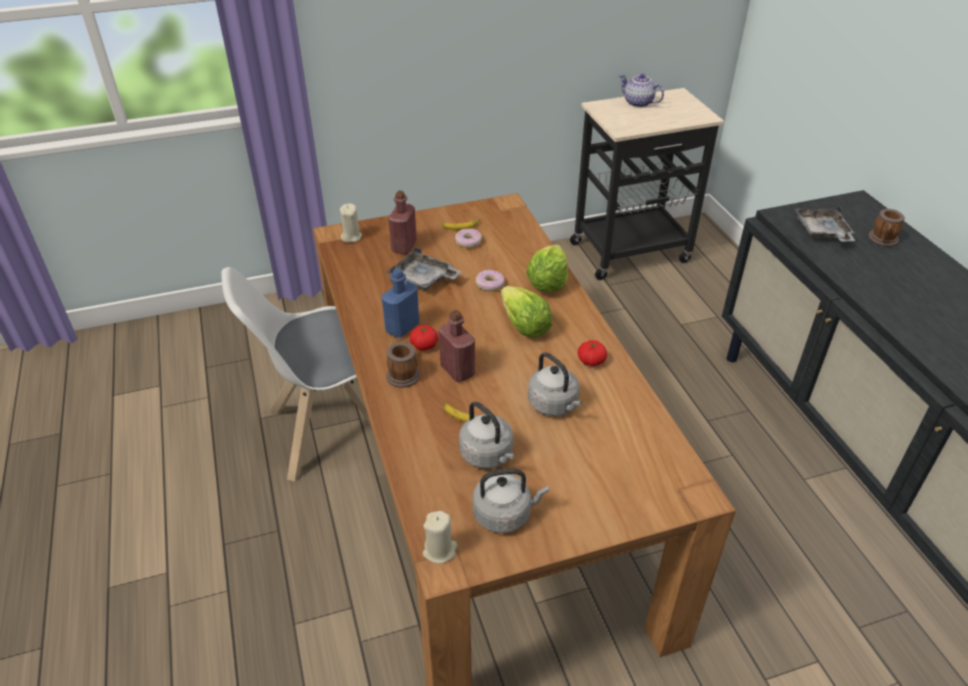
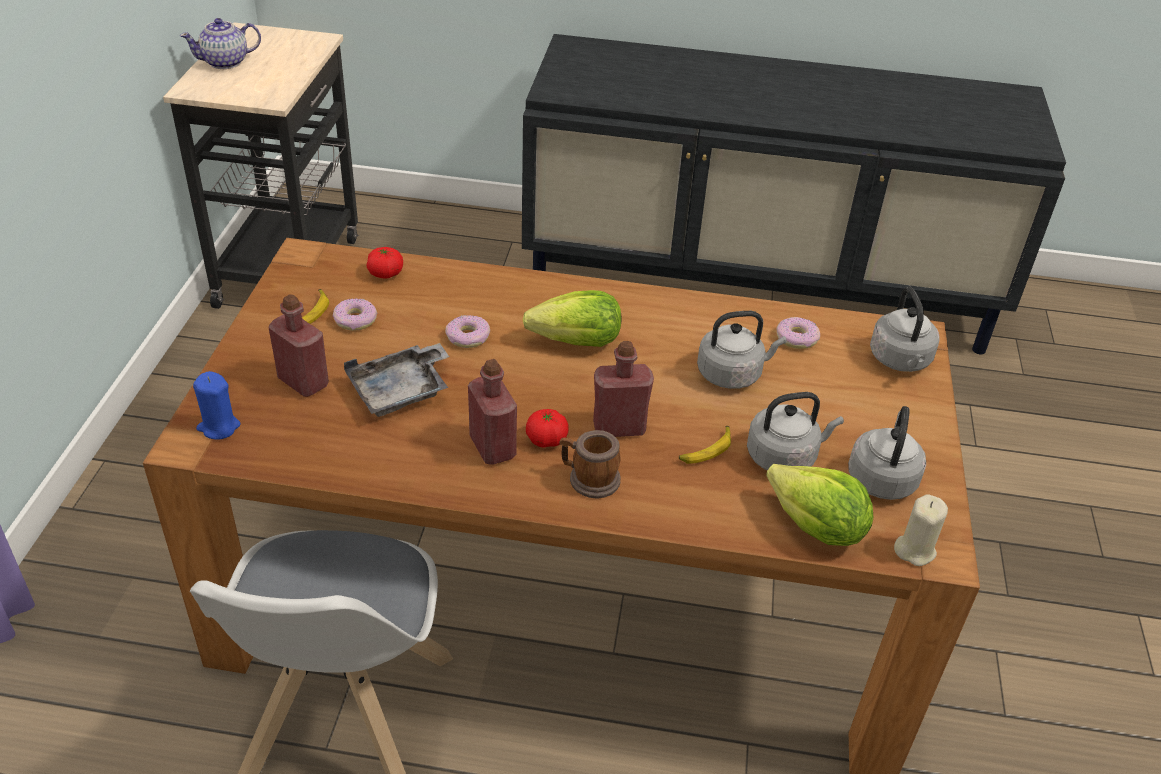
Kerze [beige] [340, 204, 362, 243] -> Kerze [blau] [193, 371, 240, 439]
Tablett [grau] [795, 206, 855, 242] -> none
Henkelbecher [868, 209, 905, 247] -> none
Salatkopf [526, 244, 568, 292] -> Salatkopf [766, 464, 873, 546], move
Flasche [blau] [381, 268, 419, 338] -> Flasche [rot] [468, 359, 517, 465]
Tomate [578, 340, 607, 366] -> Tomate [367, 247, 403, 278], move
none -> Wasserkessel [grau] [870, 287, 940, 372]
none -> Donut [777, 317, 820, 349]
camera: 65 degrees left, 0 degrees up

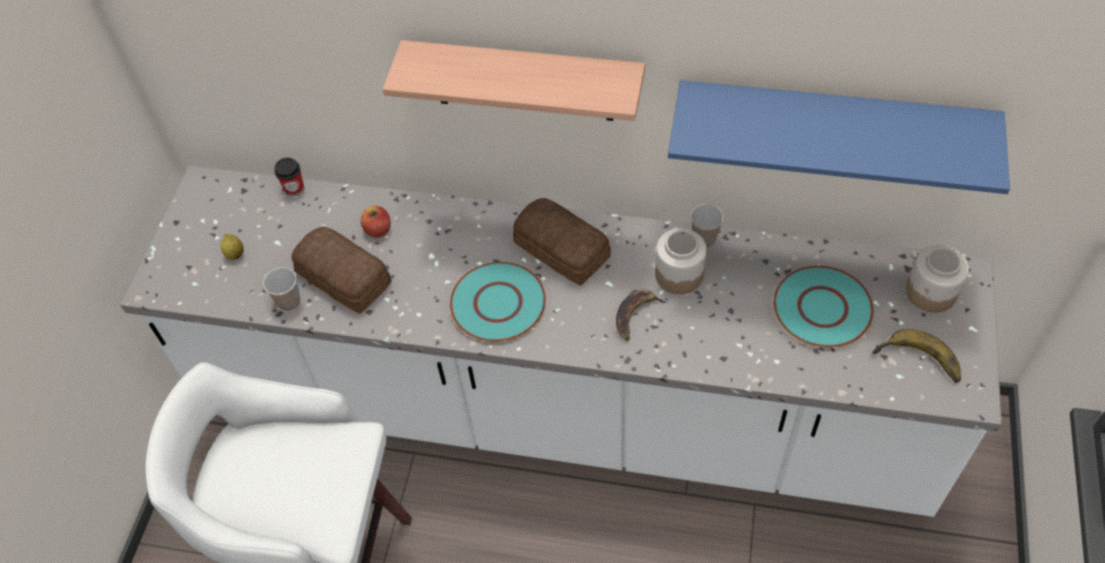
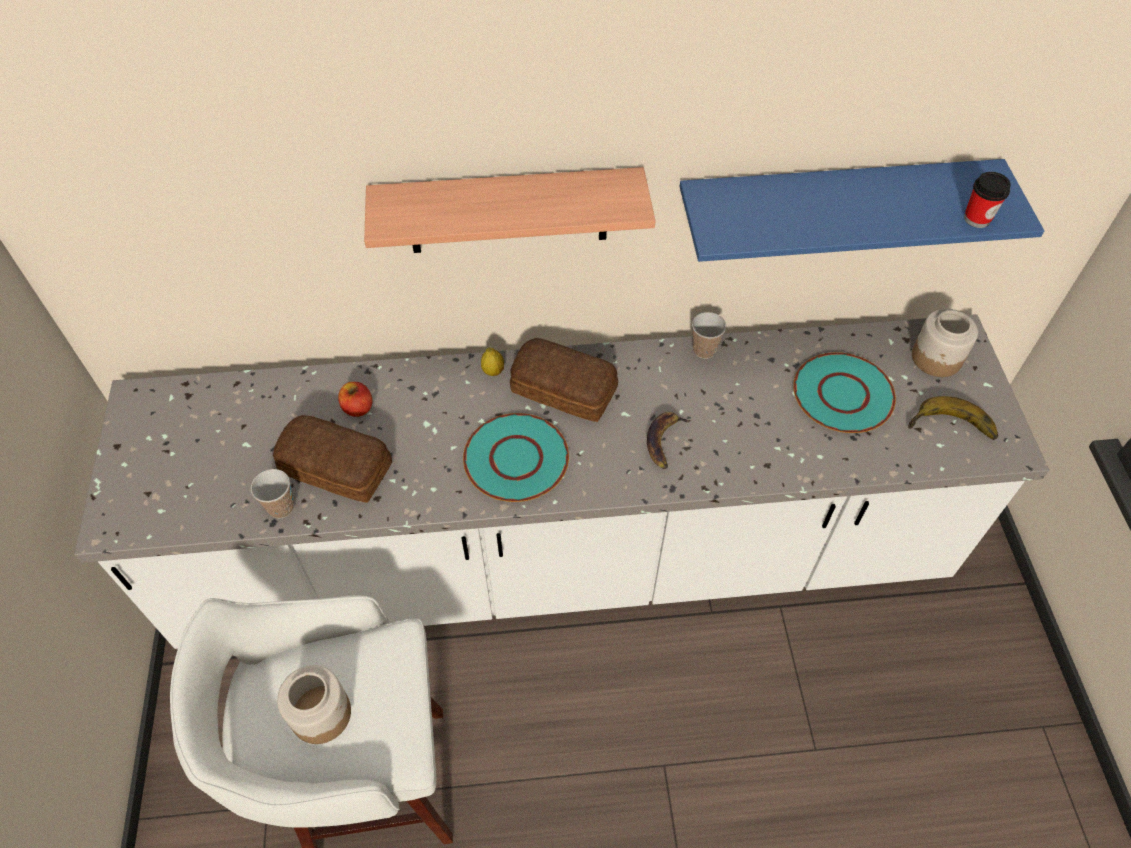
Tasse [274, 158, 304, 197] -> Tasse [964, 172, 1011, 228], move
Vorratsglas [655, 228, 707, 294] -> Vorratsglas [277, 665, 351, 744], move
Zitrone [221, 233, 244, 260] -> Zitrone [481, 347, 504, 376], move
camera: 20 degrees left, 0 degrees up

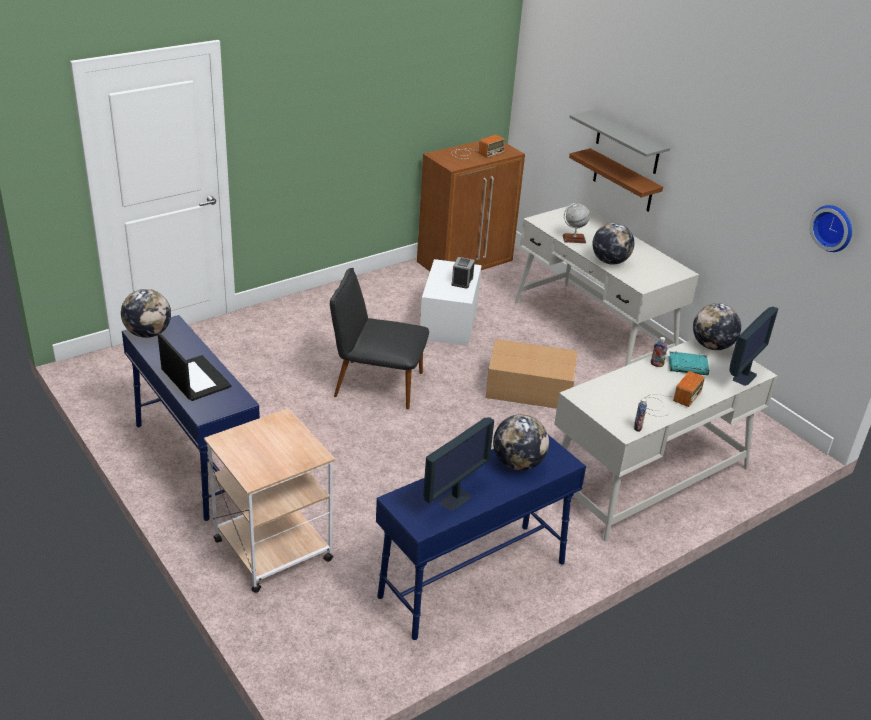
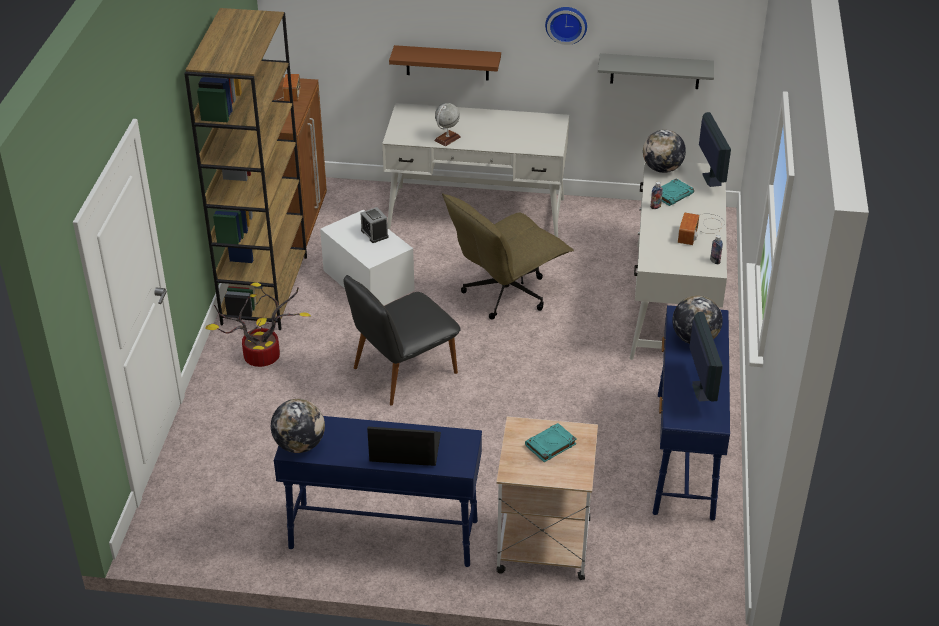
Wandregal [grau] [570, 110, 670, 174] -> Wandregal [grau] [598, 53, 714, 89], move
Wanduhr [810, 205, 852, 252] -> Wanduhr [545, 7, 587, 45], move
Globus [593, 223, 634, 265] -> none
Karton [486, 339, 577, 409] -> Bürostuhl [beige] [442, 193, 574, 319]
Radio [639, 371, 705, 417] -> Radio [678, 212, 725, 245], 150 degrees counterclockwise
none -> Bücherregal [braun] [184, 8, 307, 330]
none -> Topfpflanze [205, 282, 312, 367]
none -> Buch [türkis] [525, 423, 577, 462]
camera: 45 degrees left, 5 degrees up

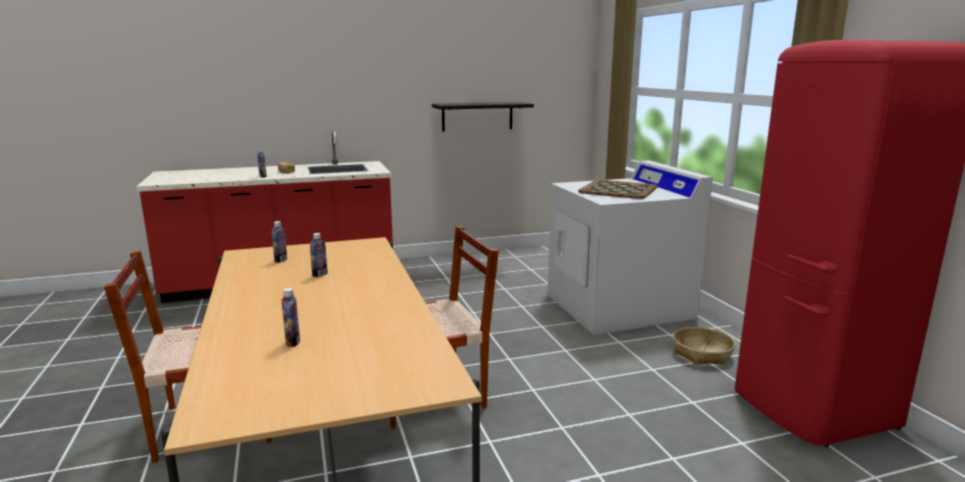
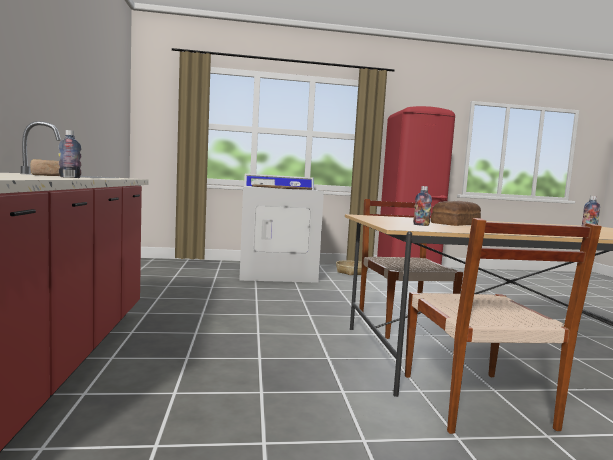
Wandregal [schwarz] [432, 102, 534, 132] -> none
Flasche [310, 233, 328, 277] -> Brot [431, 201, 481, 226]
camera: 80 degrees left, 10 degrees down

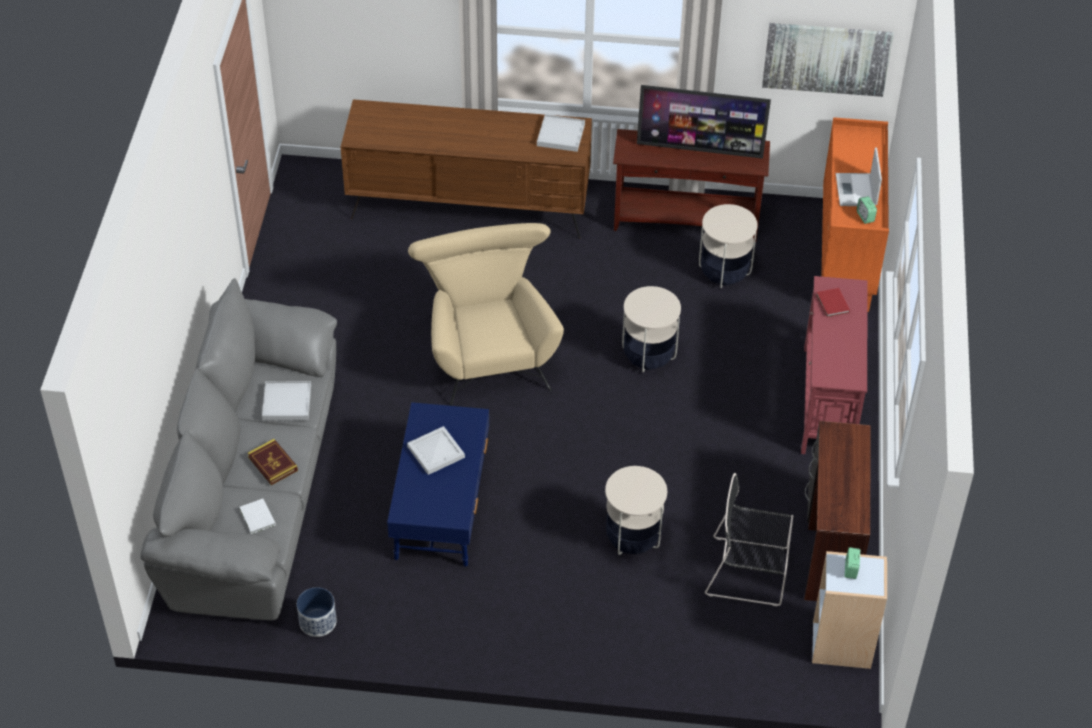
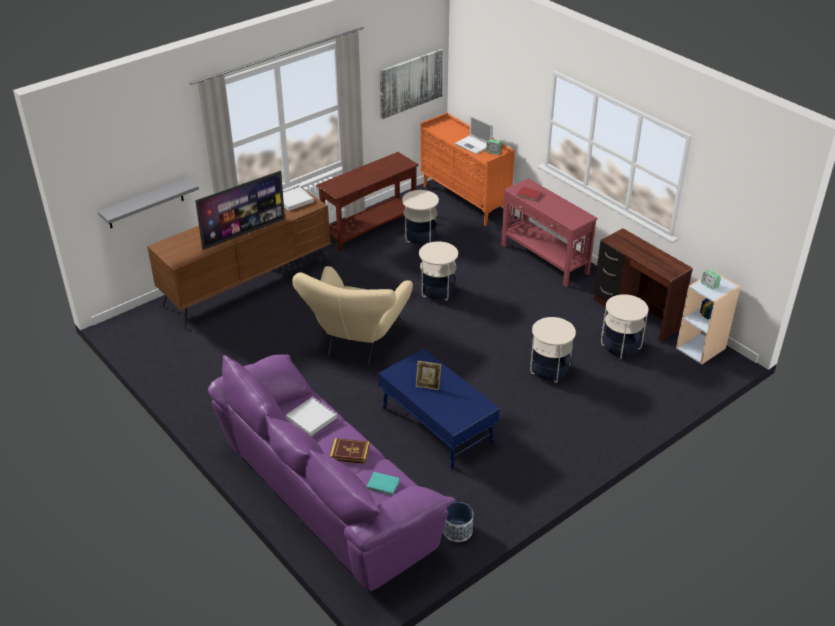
Fernseher [637, 85, 771, 159] -> Fernseher [195, 171, 285, 250], move
Sessel [beige] [408, 223, 564, 406] -> Sessel [beige] [293, 266, 413, 366], 105 degrees counterclockwise
Sofa [grau] [141, 278, 337, 620] -> Sofa [lila] [208, 355, 456, 591]
Tablett [weiß] [407, 426, 465, 475] -> Bilderrahmen [416, 361, 441, 390]
Stuhl [schwarz] [705, 473, 793, 606] -> Beistelltisch [beige] [601, 294, 649, 359]
Buch [weiß] [239, 499, 276, 534] -> Buch [türkis] [367, 472, 400, 496]
none -> Wandregal [grau] [98, 178, 199, 228]
camera: 45 degrees left, 10 degrees down

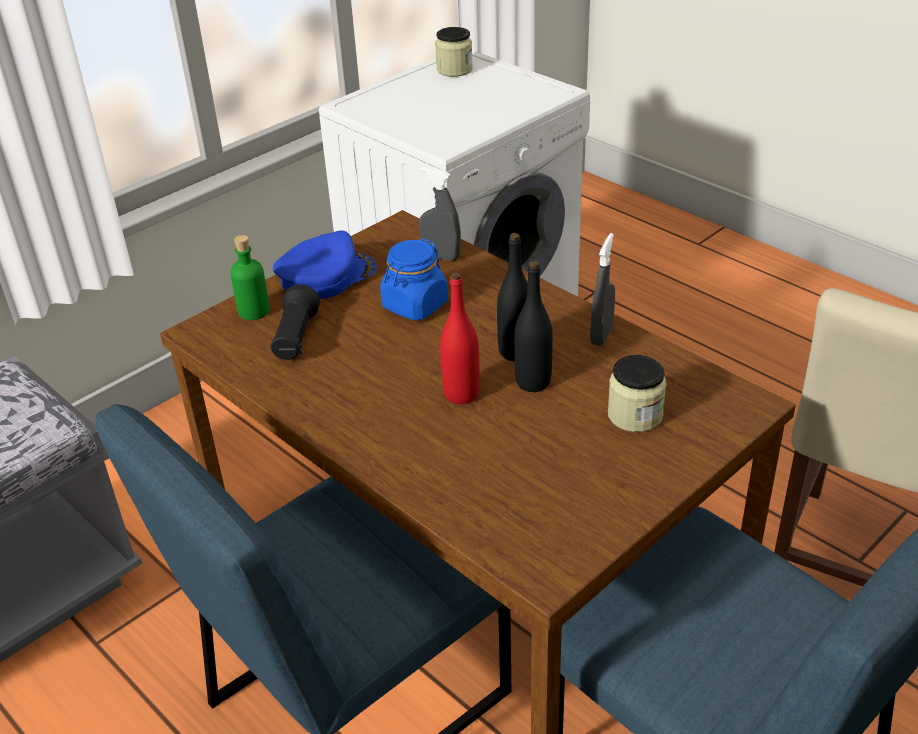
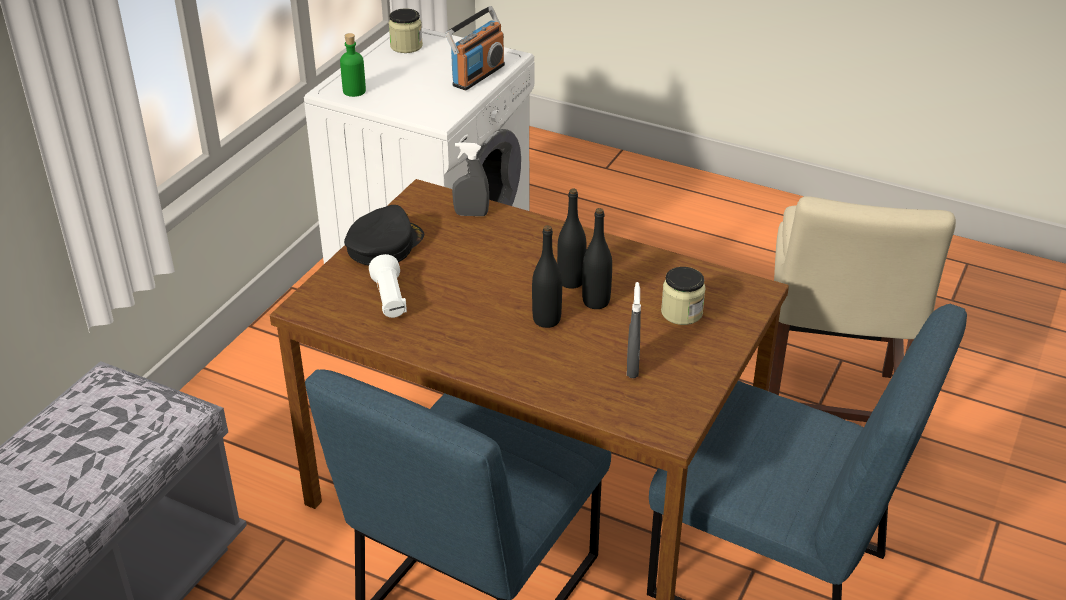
Kappe [blau] [273, 230, 377, 299] -> Kappe [schwarz] [344, 205, 424, 266]
Sprühflasche [grau] [590, 233, 615, 346] -> Sprühflasche [grau] [627, 282, 641, 378], move
Flasche [grün] [230, 235, 270, 320] -> Flasche [grün] [340, 33, 366, 97], move
Vorratsglas [blau] [380, 238, 448, 321] -> none
Flasche [rot] [440, 272, 480, 404] -> Flasche [schwarz] [532, 225, 562, 328]
Taschenlampe [schwarz] [271, 284, 320, 360] -> Taschenlampe [weiß] [369, 254, 407, 318]
none -> Radio [445, 6, 505, 90]
camera: 20 degrees left, 0 degrees up

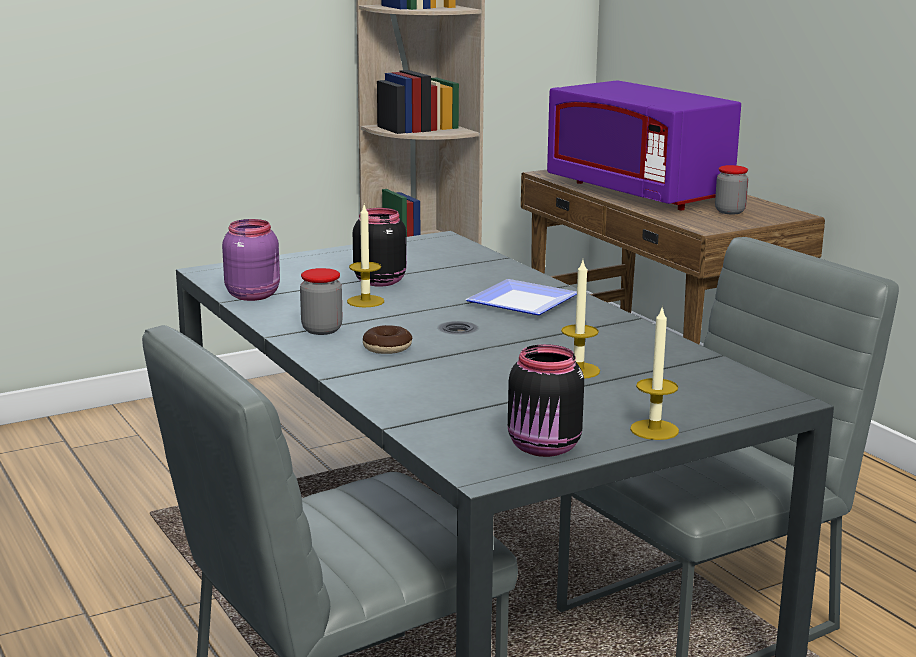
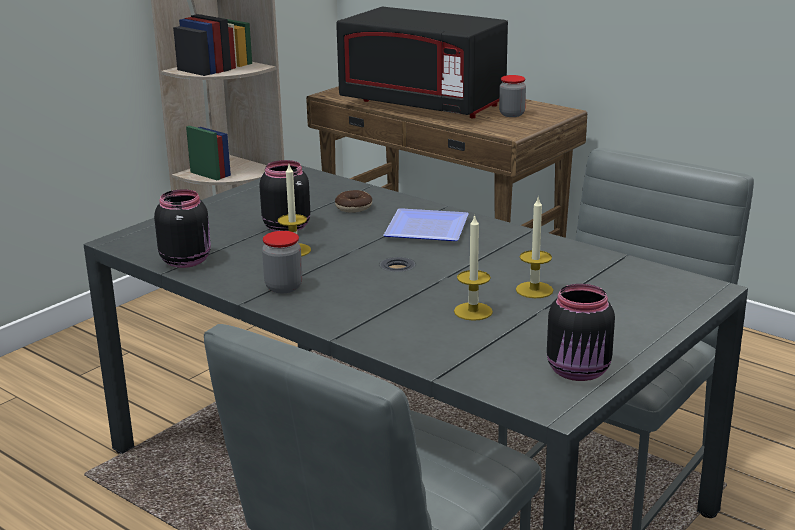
Mikrowelle [lila] [547, 80, 741, 210] -> Mikrowelle [schwarz] [336, 7, 508, 118]
Vorratsglas [lila] [222, 219, 280, 301] -> Vorratsglas [schwarz] [154, 189, 211, 268]
Kerze [630, 306, 679, 440] -> Kerze [454, 215, 493, 321], move
Donut [363, 325, 412, 354] -> Donut [335, 190, 372, 213], move
camera: 20 degrees left, 5 degrees up

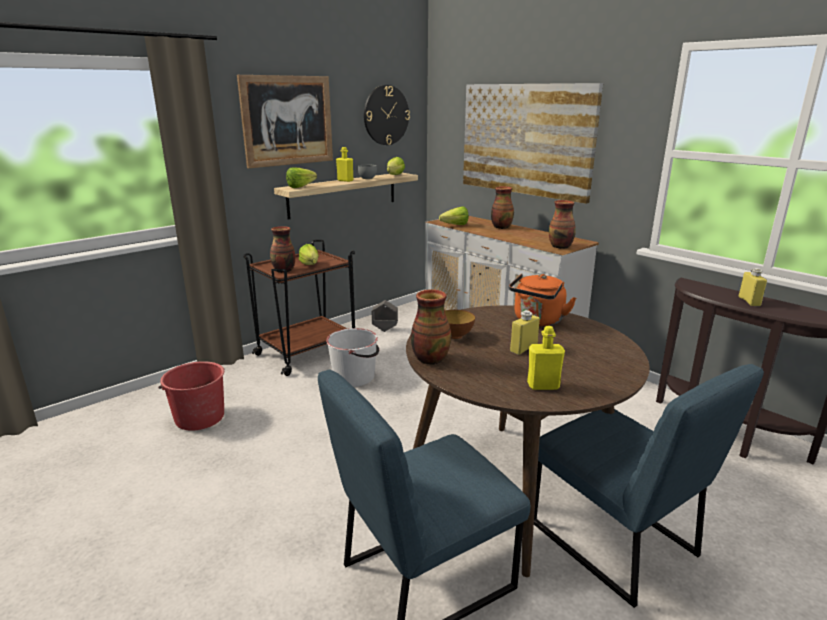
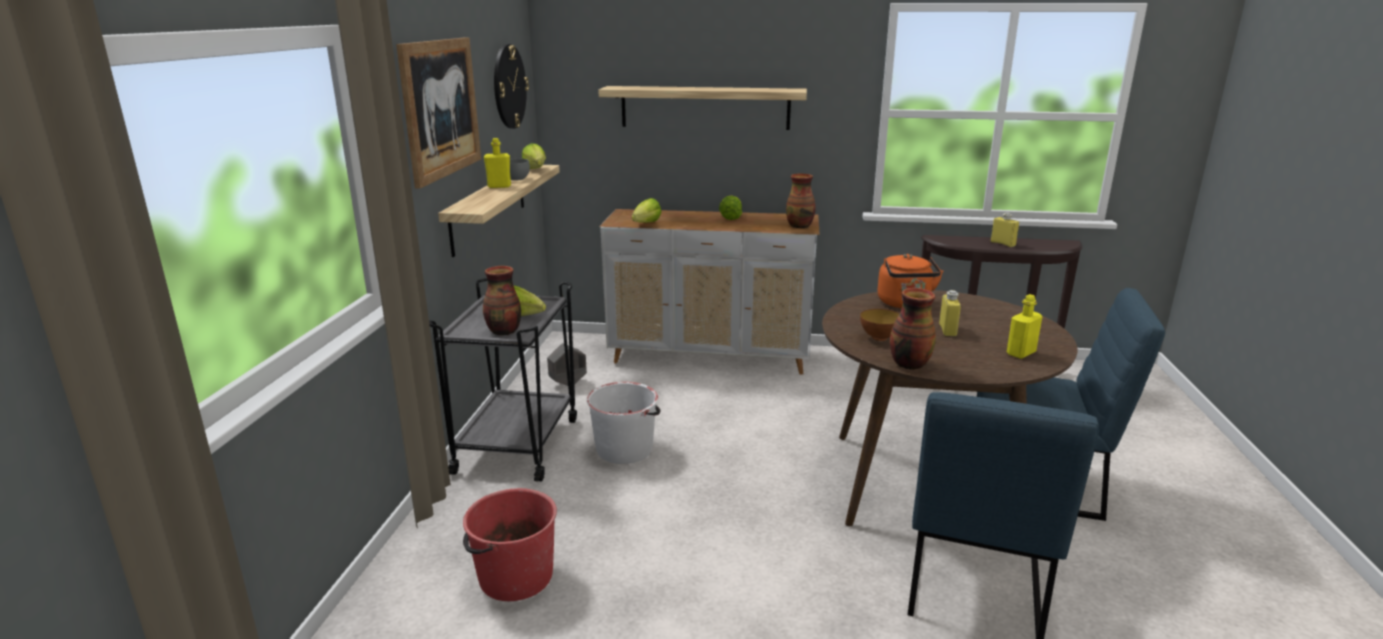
Bild [463, 83, 603, 204] -> Wandregal [598, 86, 807, 130]
Salatkopf [286, 167, 317, 188] -> Salatkopf [719, 195, 742, 220], move
Vase [491, 186, 514, 229] -> none
Rollwagen [braun] [243, 240, 355, 376] -> Rollwagen [grau] [429, 278, 577, 481]
camera: 40 degrees left, 0 degrees up

